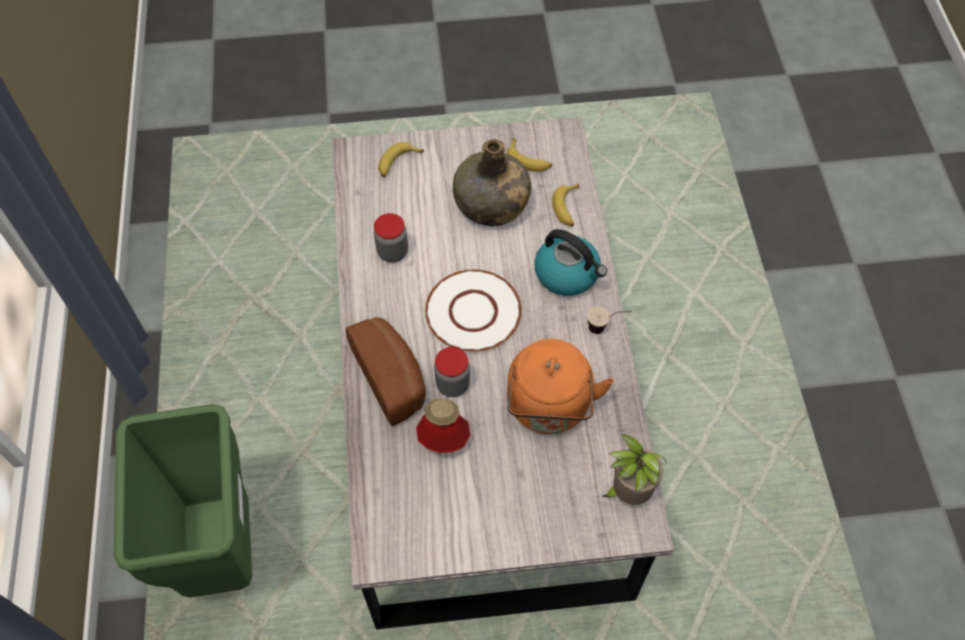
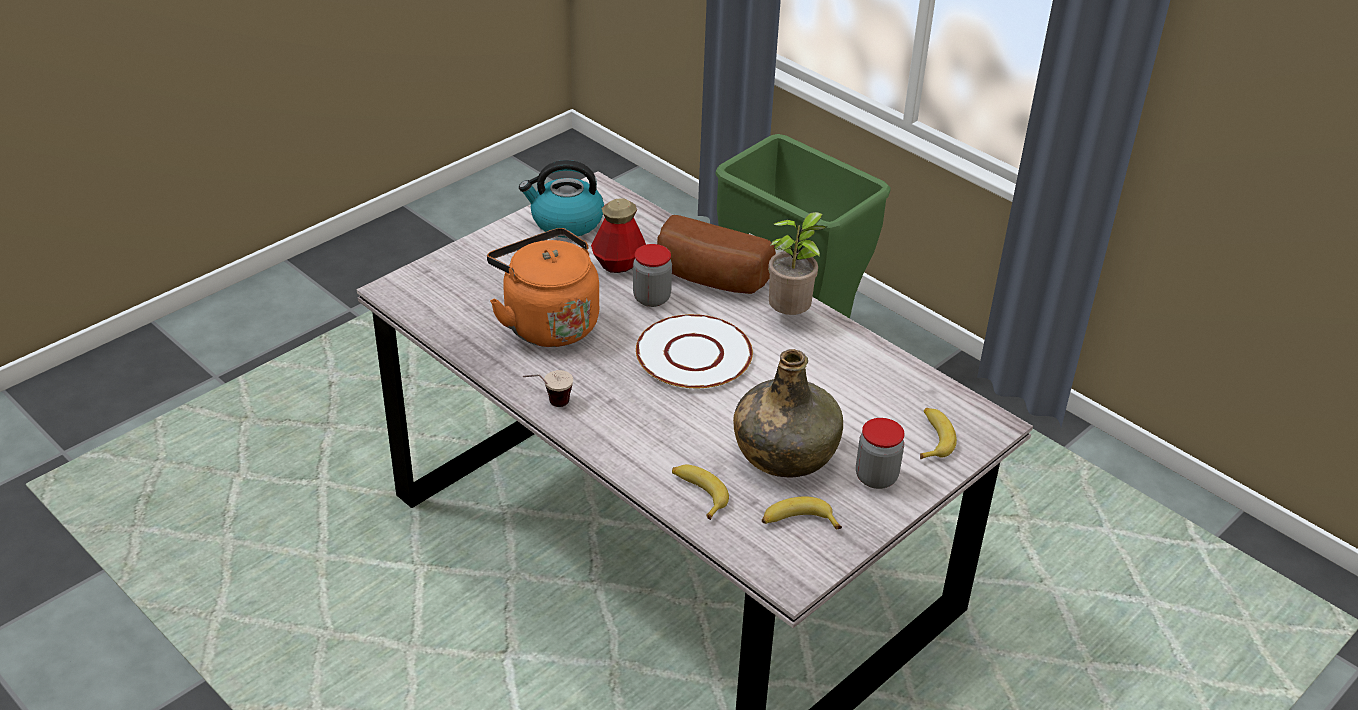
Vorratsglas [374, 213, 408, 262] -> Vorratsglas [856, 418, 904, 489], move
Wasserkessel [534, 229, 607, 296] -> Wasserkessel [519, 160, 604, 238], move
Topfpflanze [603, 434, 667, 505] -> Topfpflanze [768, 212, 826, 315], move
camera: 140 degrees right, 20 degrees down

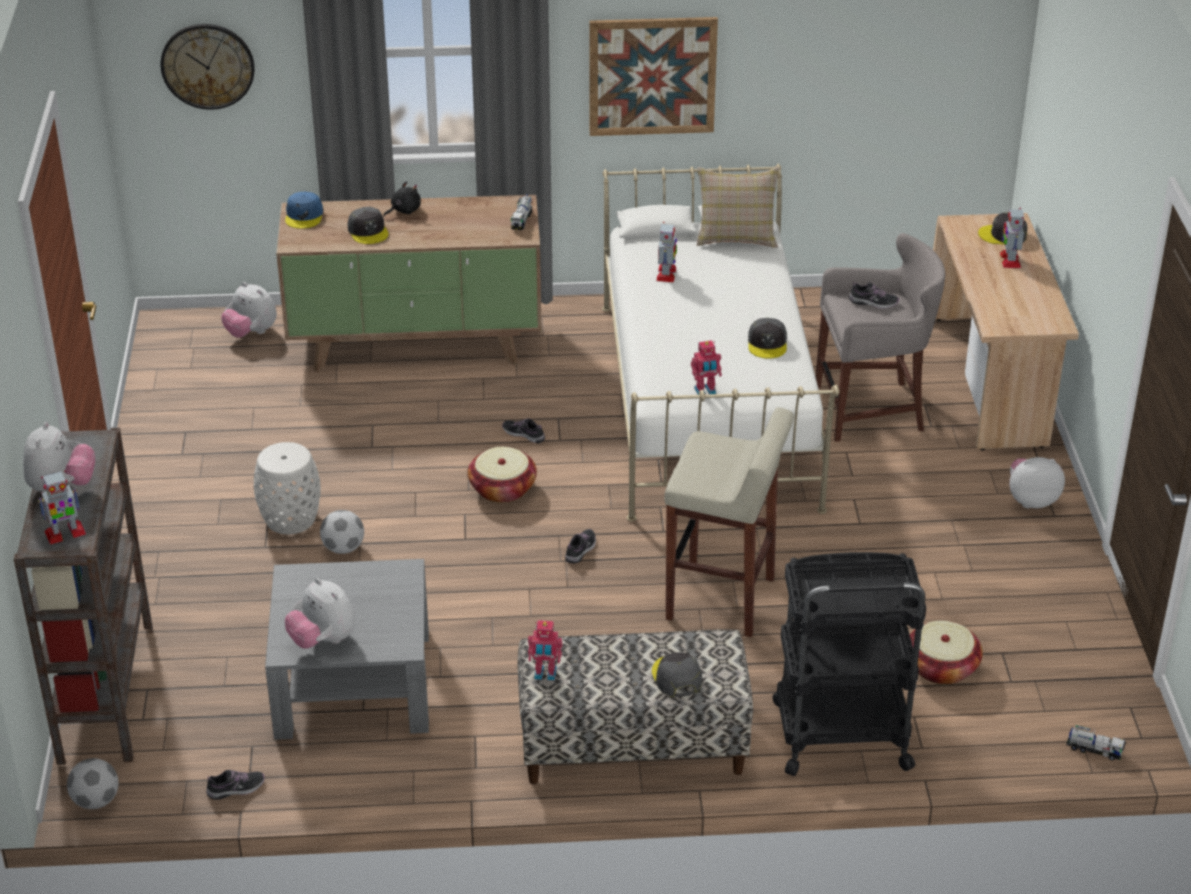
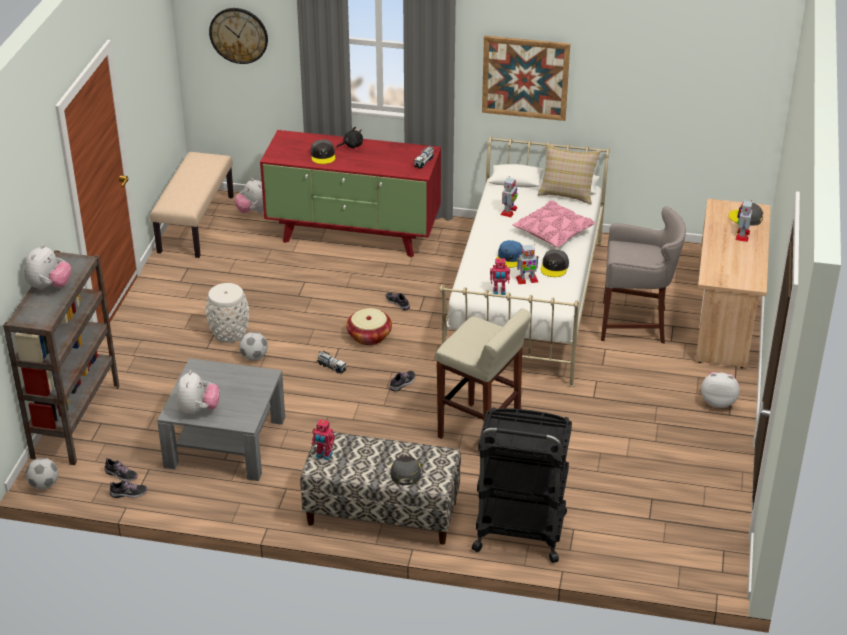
Kappe [blau] [285, 192, 323, 229] -> Kappe [blau] [497, 240, 523, 268], move
Kommode [grün] [276, 195, 542, 372] -> Kommode [rot] [260, 130, 441, 257]
Schuh [849, 282, 899, 309] -> Schuh [104, 457, 138, 481], move
Spielzeugroboter [38, 470, 86, 544] -> Spielzeugroboter [516, 244, 539, 284], move
Plüschtier [285, 578, 356, 649] -> Plüschtier [177, 370, 220, 415], 150 degrees counterclockwise
Korb [910, 621, 983, 684] -> none
Spielzeuglaster [1066, 725, 1126, 760] -> Spielzeuglaster [317, 351, 346, 374], move
none -> Bank [beige] [150, 152, 234, 258]
none -> Kissen [rosa] [513, 200, 595, 247]
camera: 15 degrees right, 0 degrees up

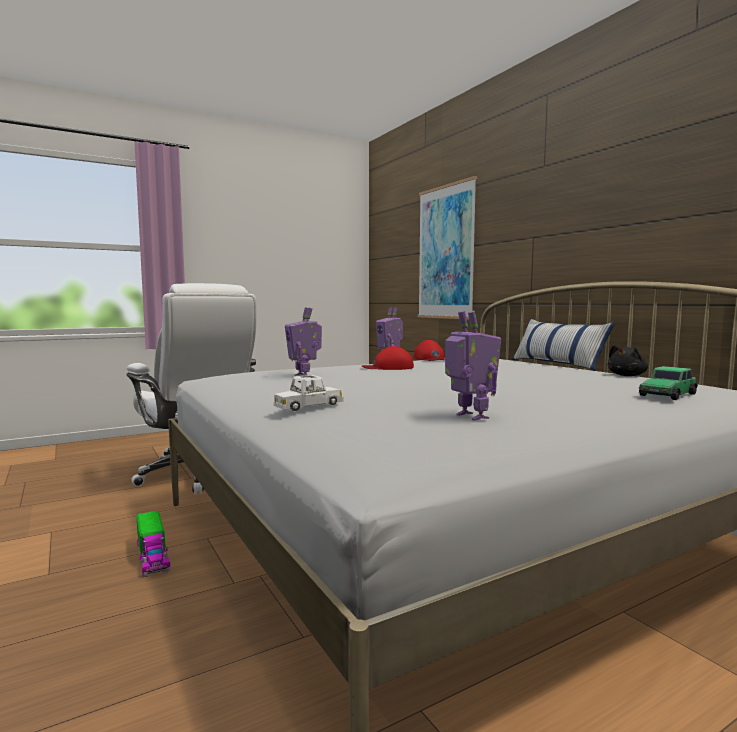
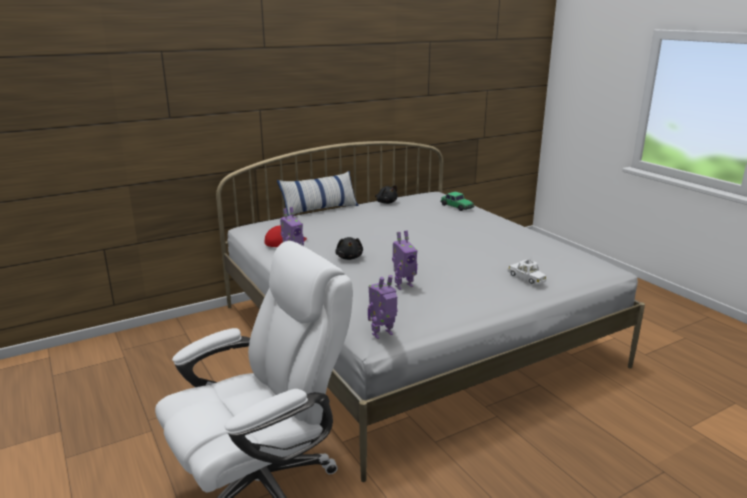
Bild [418, 176, 477, 320] -> none
Spielzeugroboter [445, 311, 501, 421] -> Spielzeugroboter [368, 275, 398, 339], move
Kappe [rot] [362, 346, 414, 370] -> Plüschtier [schwarz] [335, 237, 363, 260]
Spielzeuglaster [136, 511, 171, 577] -> none
camera: 90 degrees left, 15 degrees up

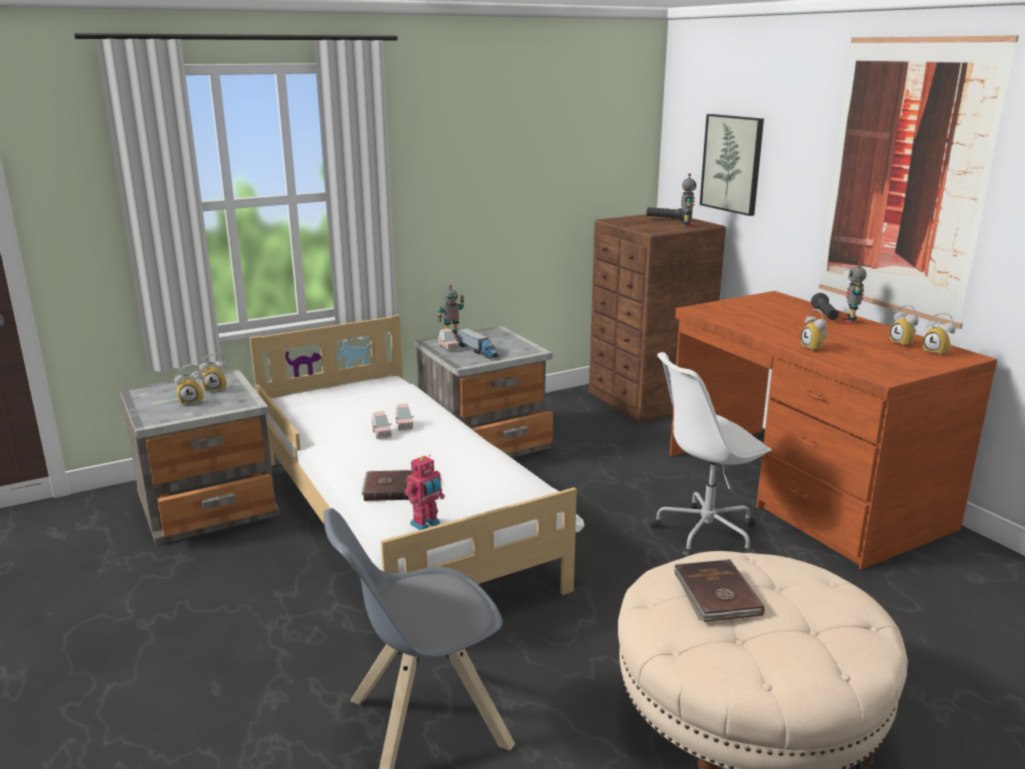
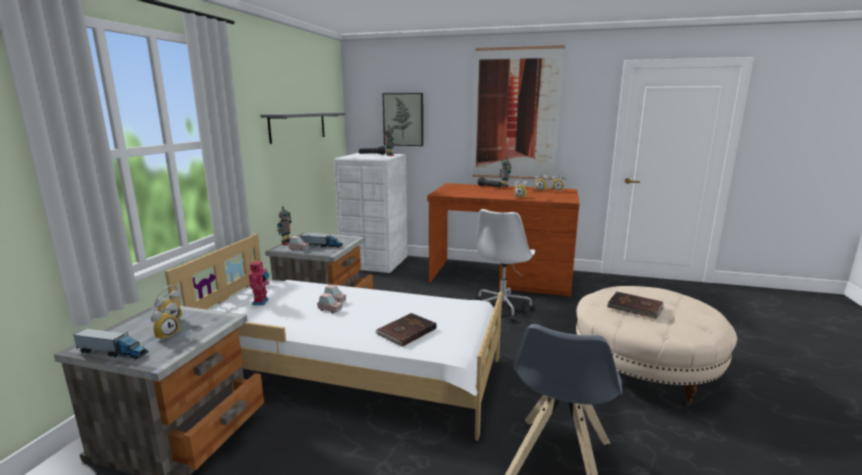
Kommode [braun] [589, 214, 726, 422] -> Kommode [weiß] [334, 153, 408, 273]
Spielzeugroboter [405, 455, 445, 530] -> Spielzeugroboter [249, 259, 269, 305], move
none -> Wandregal [grau] [261, 113, 346, 144]
none -> Spielzeuglaster [73, 328, 149, 359]
camera: 45 degrees left, 5 degrees down

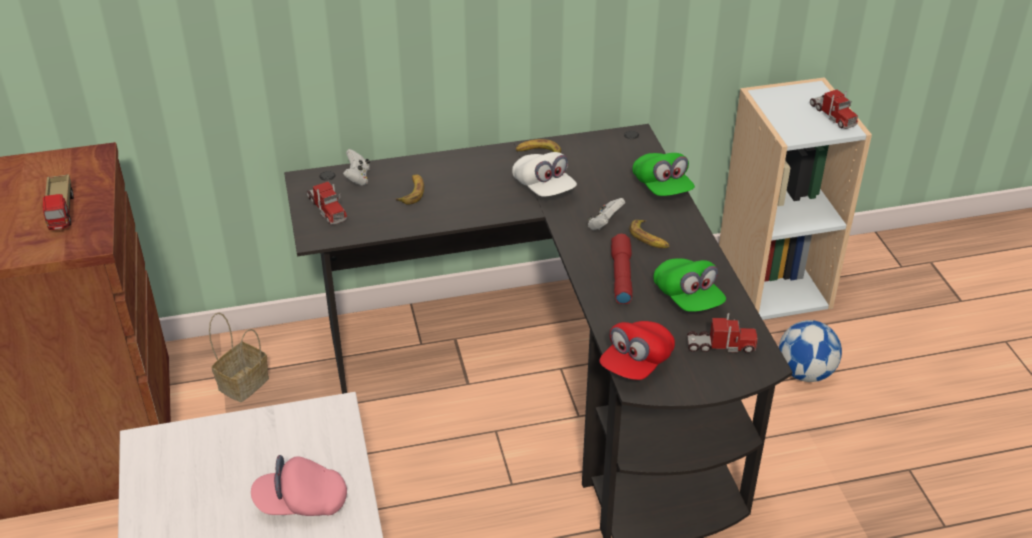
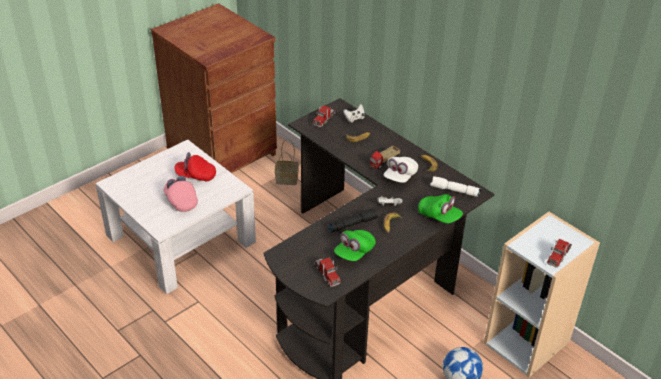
Kappe [grün] [633, 153, 695, 196] -> Kappe [grün] [418, 194, 463, 223], 90 degrees counterclockwise
Spielzeuglaster [42, 174, 74, 230] -> Spielzeuglaster [370, 146, 400, 169], move
Taschenlampe [rot] [611, 234, 633, 304] -> Taschenlampe [schwarz] [329, 208, 378, 232]
Kappe [rot] [599, 321, 675, 380] -> Kappe [rot] [174, 152, 216, 181], move
none -> Taschenlampe [weiß] [430, 176, 480, 197]
camera: 60 degrees right, 0 degrees up

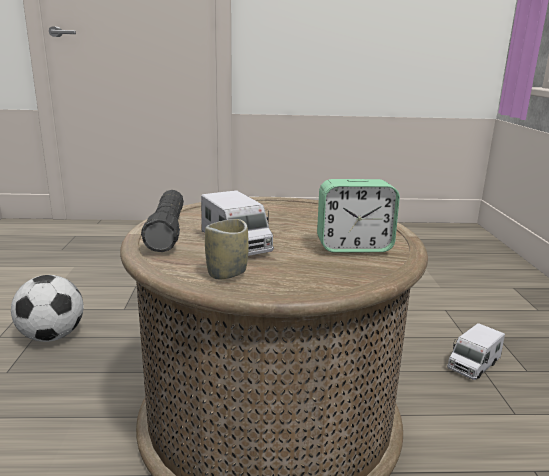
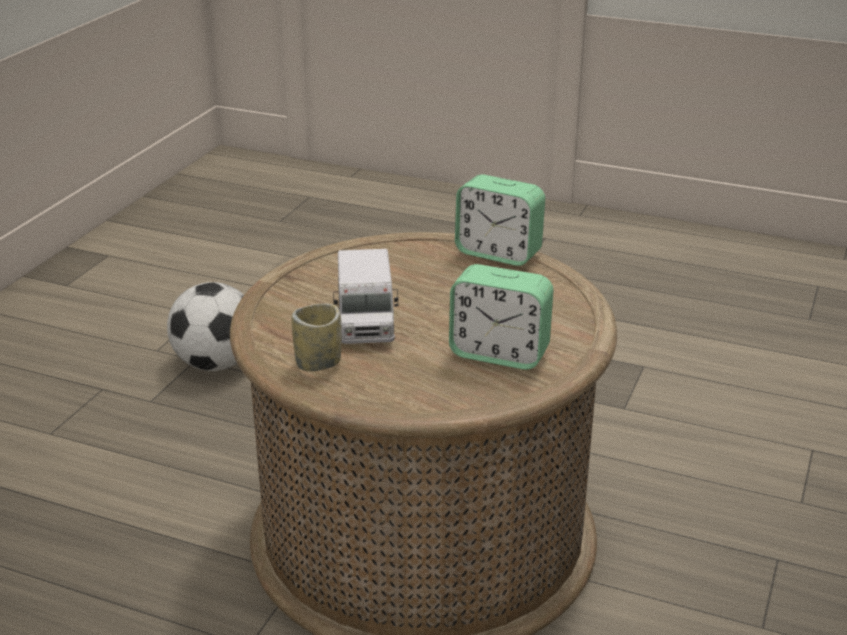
Taschenlampe [schwarz] [141, 190, 184, 252] -> none
Spielzeuglaster [447, 323, 505, 380] -> none
none -> Wecker [455, 174, 545, 266]
camera: 25 degrees right, 10 degrees up

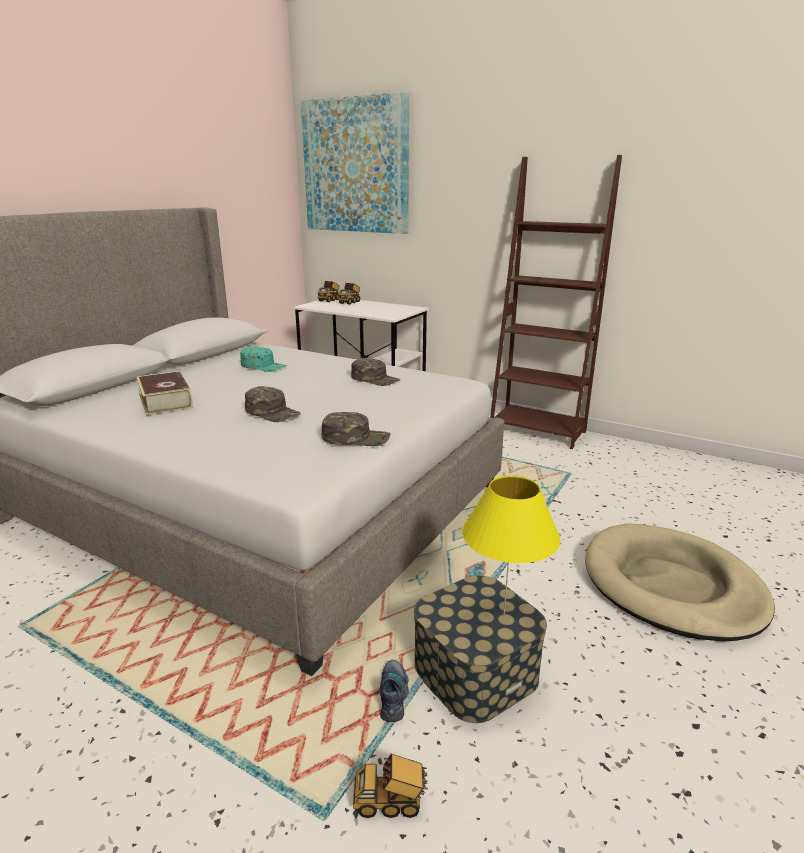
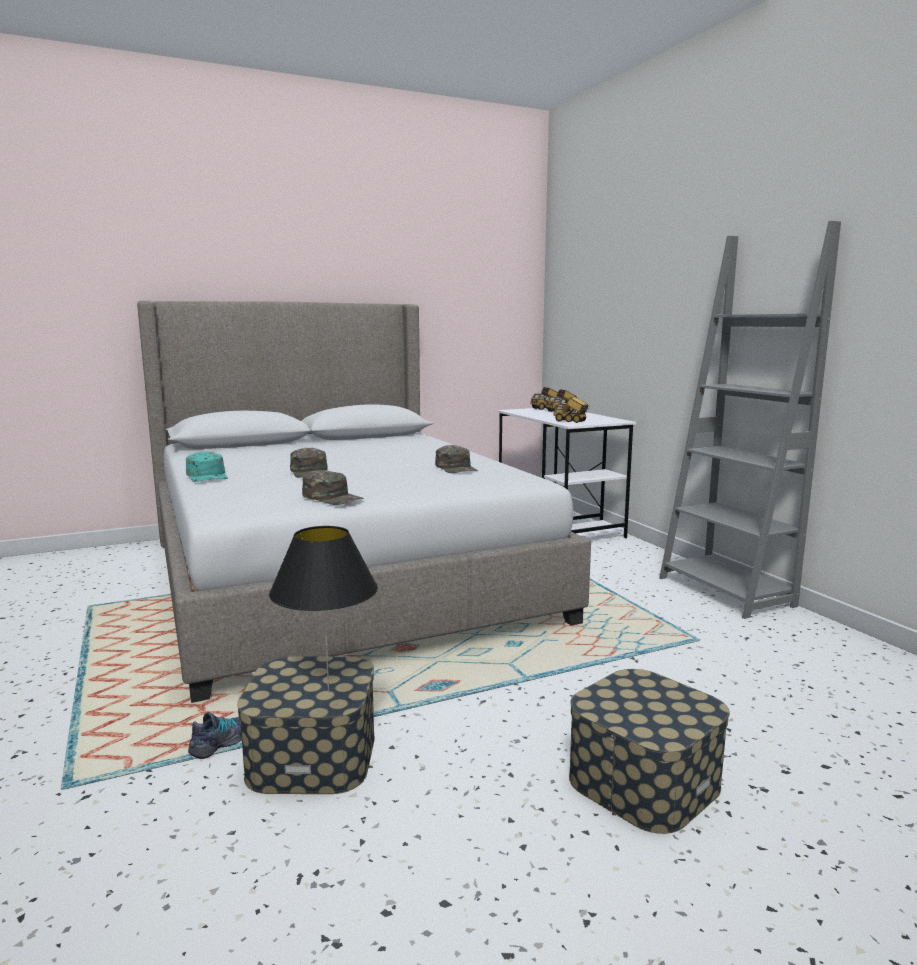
Bild [301, 92, 409, 234] -> none
Bücherregal [braun] [490, 155, 622, 449] -> Bücherregal [grau] [659, 221, 841, 619]
Kappe [türkis] [240, 346, 287, 372] -> Kappe [türkis] [186, 451, 228, 482], move
Buch [136, 371, 193, 415] -> none
Tischlampe [gelb] [462, 476, 560, 616] -> Tischlampe [schwarz] [269, 526, 378, 692]
Hundebett [beige] [585, 523, 775, 641] -> Aufbewahrungsbox [569, 669, 730, 834]
Spielzeuglaster [353, 754, 428, 818] -> Spielzeuglaster [554, 397, 589, 423], move
camera: 35 degrees right, 10 degrees down

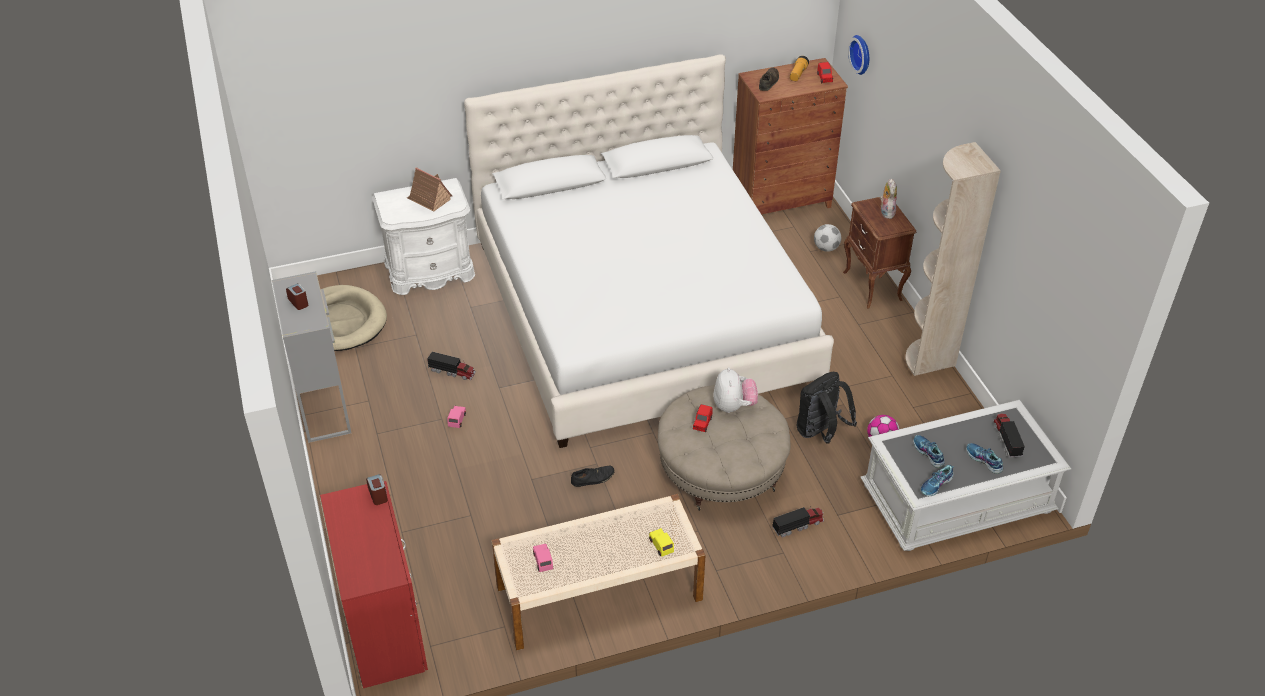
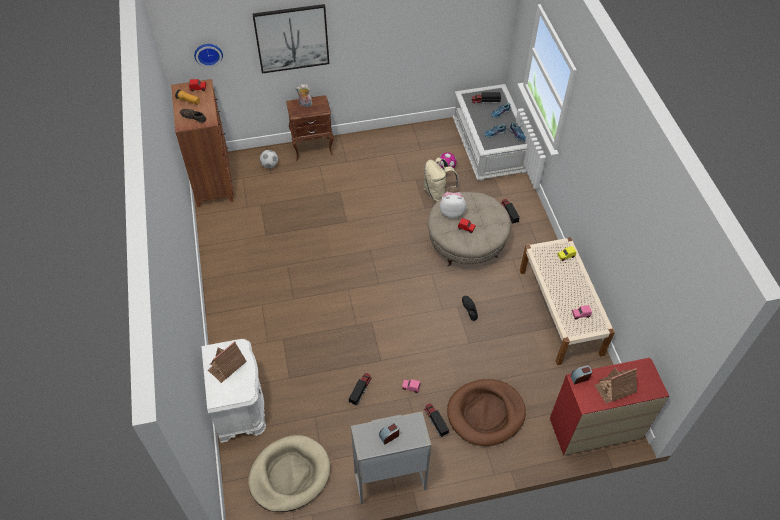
Bett [weiß] [464, 54, 834, 448] -> none
Bücherregal [beige] [905, 142, 1001, 376] -> none
Rucksack [schwarz] [797, 372, 857, 444] -> Rucksack [beige] [424, 158, 459, 202]
none -> Bild [252, 4, 329, 74]
none -> Spielzeughaus [594, 368, 637, 404]
none -> Hundebett [braun] [447, 379, 526, 446]
none -> Spielzeuglaster [424, 403, 449, 437]
camera: 85 degrees left, 10 degrees up

